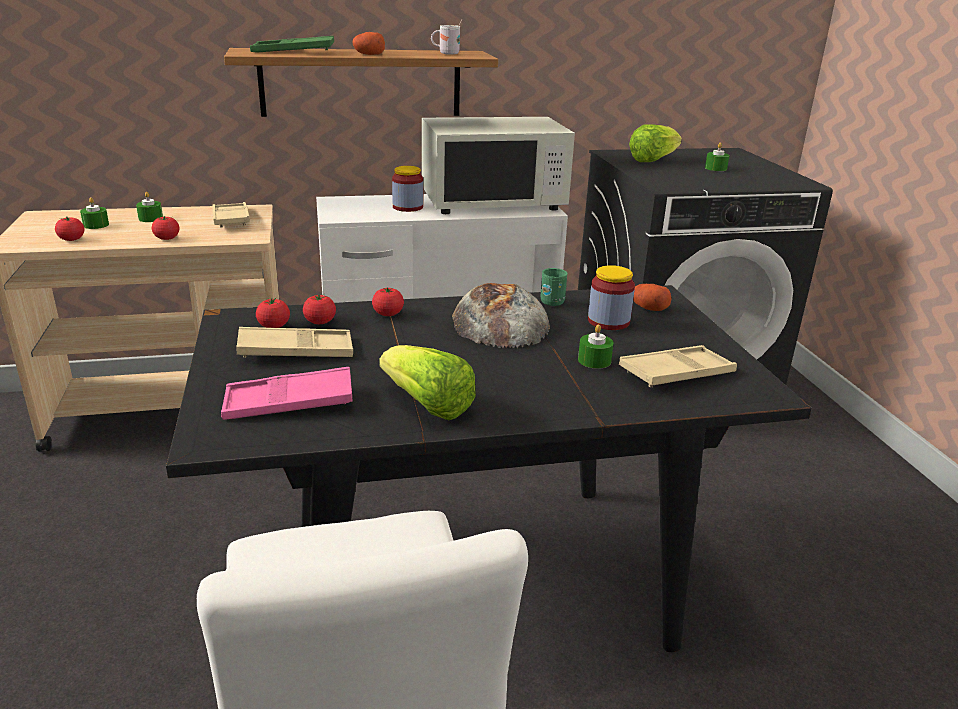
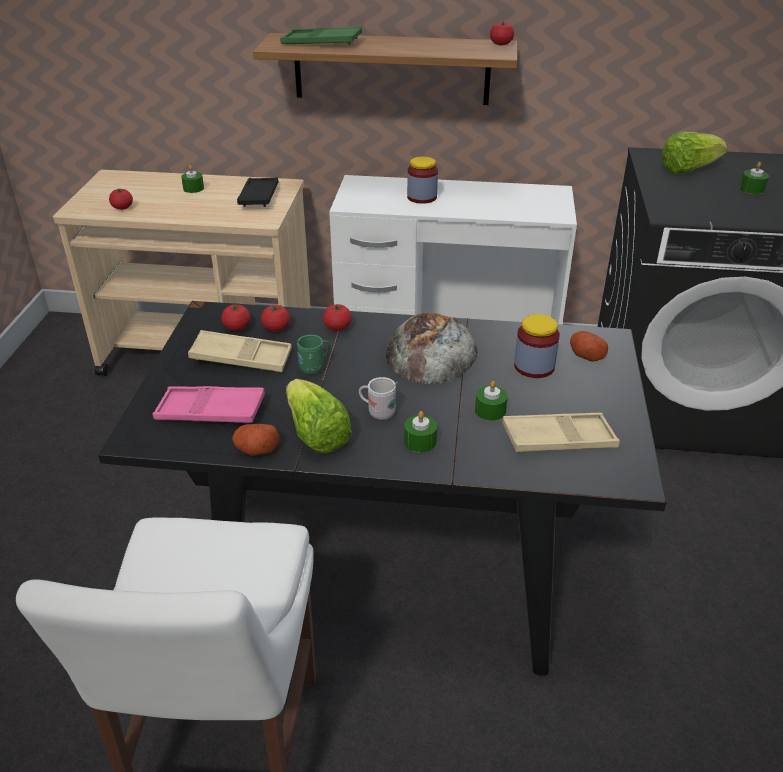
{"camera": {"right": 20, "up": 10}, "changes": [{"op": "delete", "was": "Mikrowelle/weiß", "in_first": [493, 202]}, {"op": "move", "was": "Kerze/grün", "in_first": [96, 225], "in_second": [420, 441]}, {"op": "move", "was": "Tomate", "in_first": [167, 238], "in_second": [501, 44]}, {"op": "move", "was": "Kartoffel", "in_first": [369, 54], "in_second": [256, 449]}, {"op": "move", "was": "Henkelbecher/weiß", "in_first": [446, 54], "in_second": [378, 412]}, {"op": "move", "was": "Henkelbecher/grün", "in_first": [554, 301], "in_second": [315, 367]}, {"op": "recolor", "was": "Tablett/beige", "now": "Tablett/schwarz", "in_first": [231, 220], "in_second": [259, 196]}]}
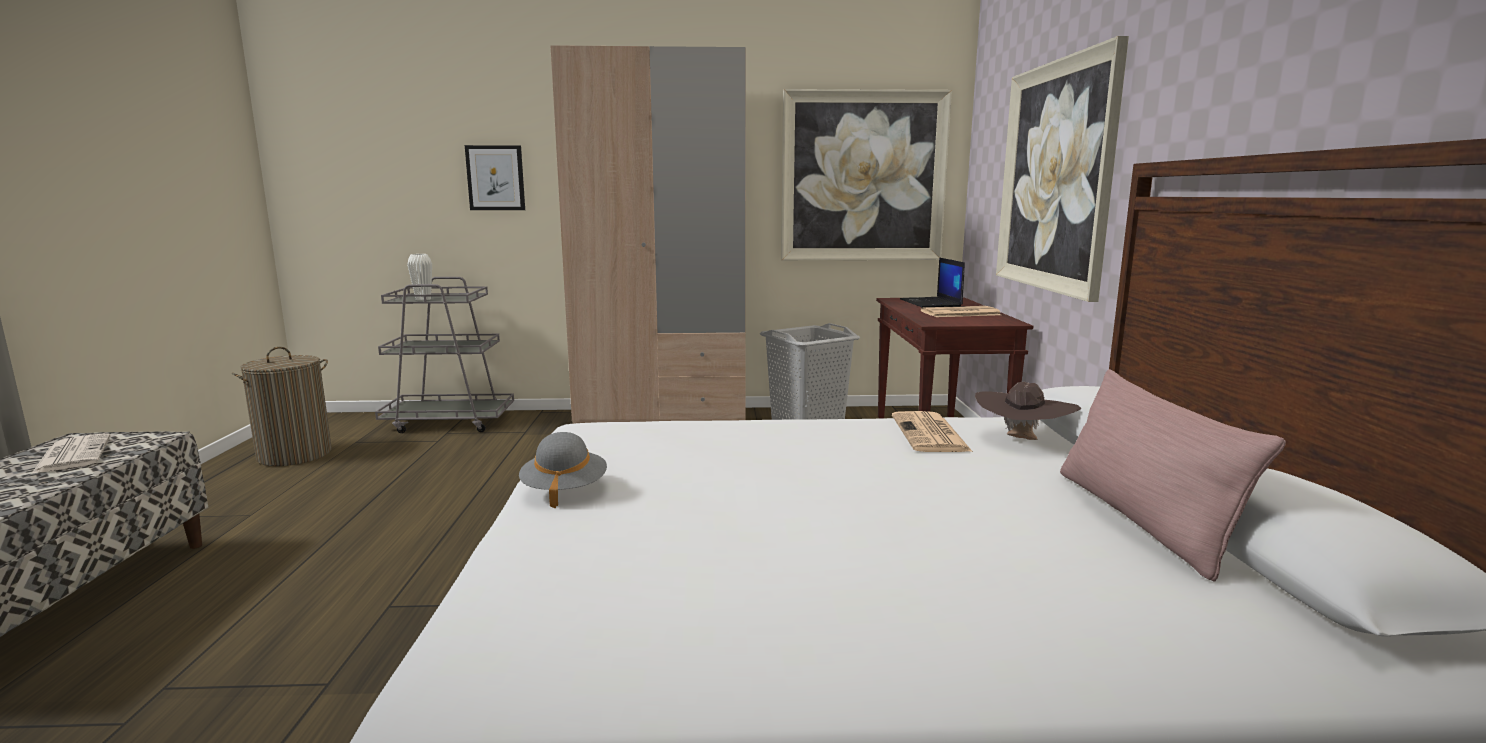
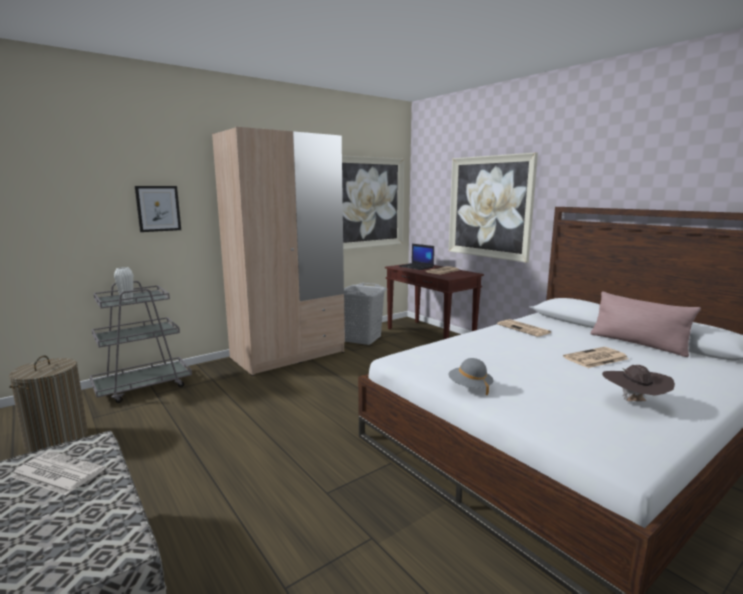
{"camera": {"right": -35, "up": 0}, "changes": [{"op": "insert", "now": "Zeitung", "in_second": [595, 358]}, {"op": "move", "was": "Hut/braun", "in_first": [1022, 441], "in_second": [633, 403]}]}
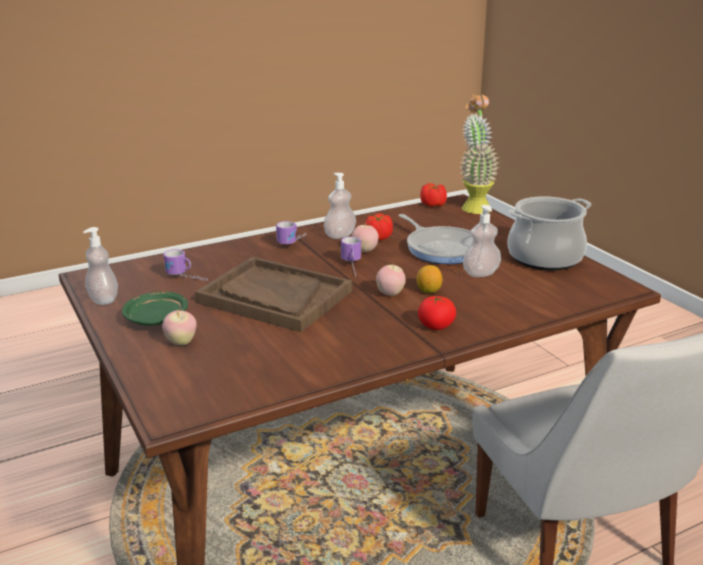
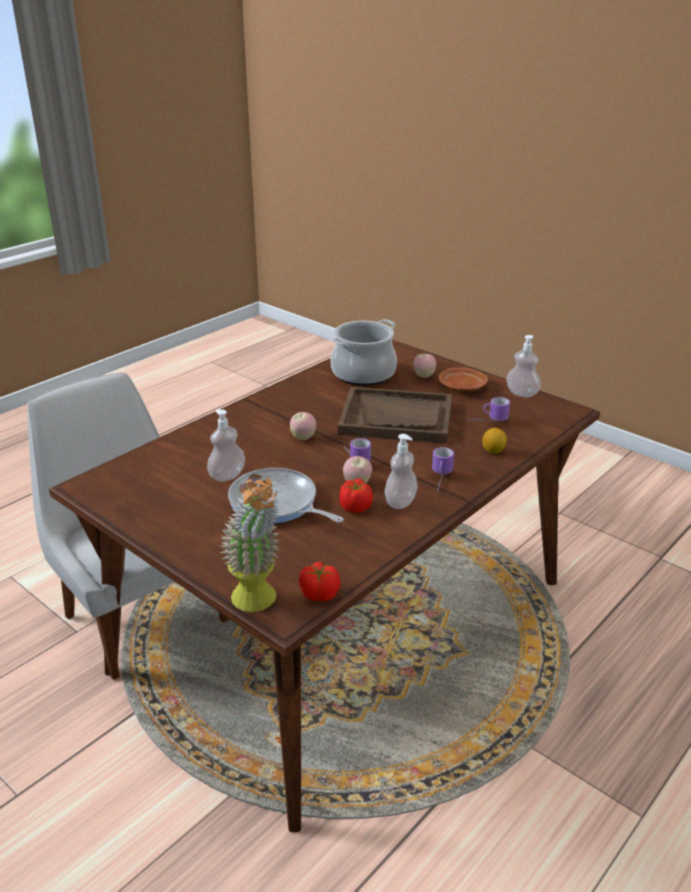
{"camera": {"right": 160, "up": 5}, "changes": [{"op": "delete", "was": "Tomate", "in_first": [436, 326]}, {"op": "move", "was": "Zitrone", "in_first": [428, 291], "in_second": [493, 451]}, {"op": "move", "was": "Kochtopf", "in_first": [544, 257], "in_second": [363, 374]}, {"op": "recolor", "was": "Teller/grün", "now": "Teller/braun", "in_first": [156, 318], "in_second": [462, 387]}]}
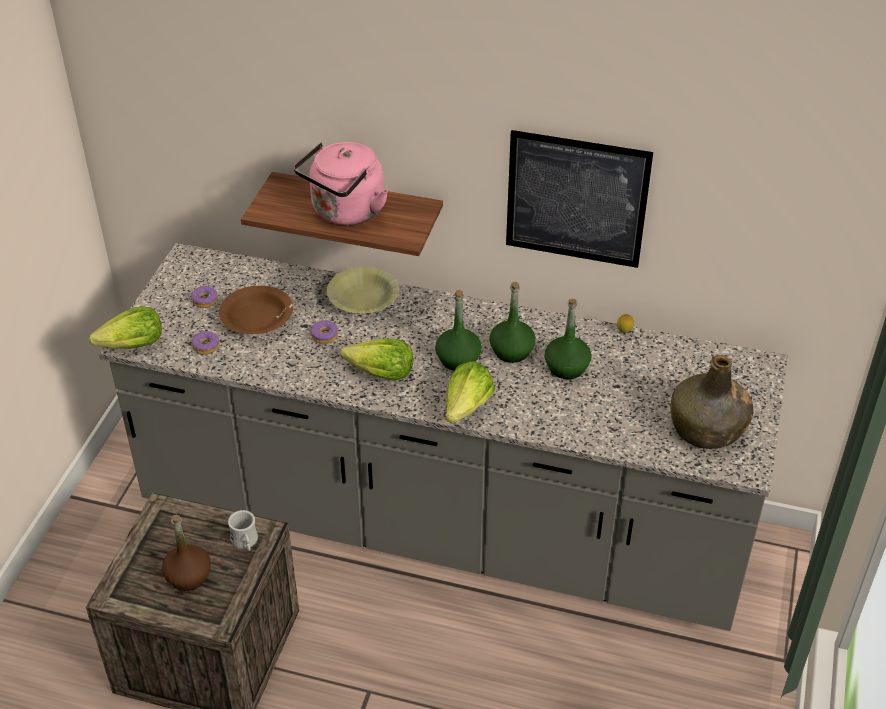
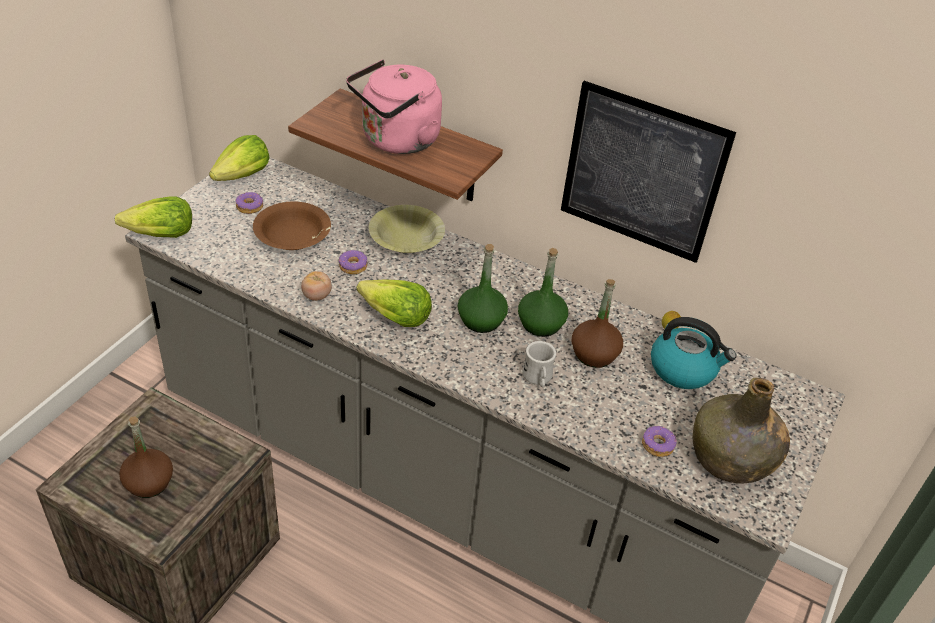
{"camera": {"right": 10, "up": 0}, "changes": [{"op": "insert", "now": "Tomate", "in_second": [316, 296]}, {"op": "insert", "now": "Wasserkessel", "in_second": [684, 369]}, {"op": "move", "was": "Donut", "in_first": [206, 346], "in_second": [657, 445]}, {"op": "move", "was": "Henkelbecher/weiß", "in_first": [245, 543], "in_second": [538, 379]}, {"op": "move", "was": "Salatkopf", "in_first": [467, 407], "in_second": [243, 176]}, {"op": "recolor", "was": "Flasche/grün", "now": "Flasche/braun", "in_first": [566, 367], "in_second": [594, 354]}]}
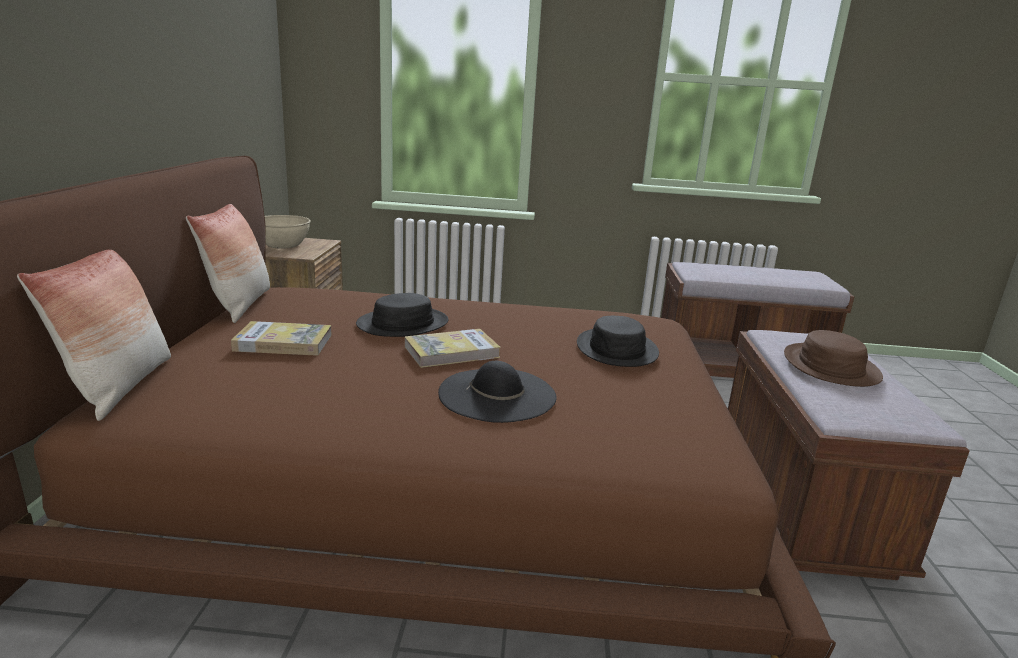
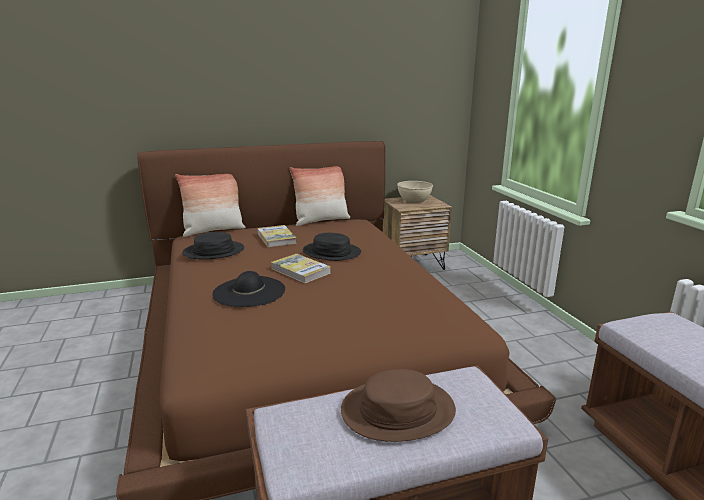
{"camera": {"right": 70, "up": 0}, "changes": [{"op": "move", "was": "Hut/schwarz", "in_first": [617, 349], "in_second": [213, 251]}]}
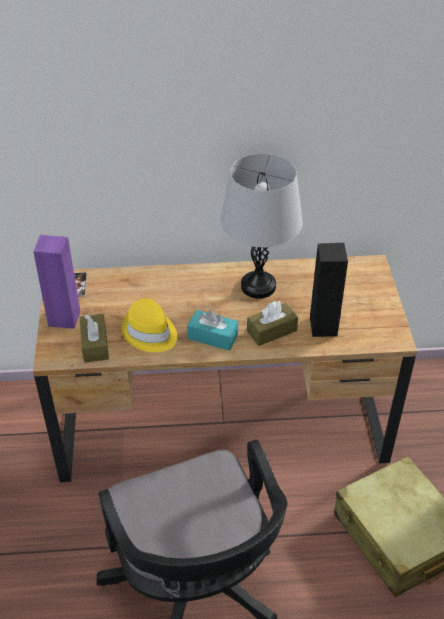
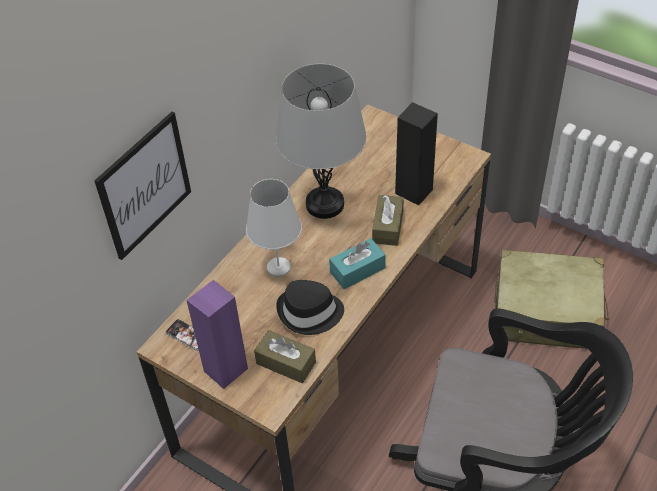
{"camera": {"right": -50, "up": 5}, "changes": [{"op": "insert", "now": "Bild", "in_second": [144, 186]}, {"op": "insert", "now": "Tischlampe/weiß", "in_second": [278, 267]}, {"op": "recolor", "was": "Hut/gelb", "now": "Hut/schwarz", "in_first": [149, 333], "in_second": [310, 313]}]}
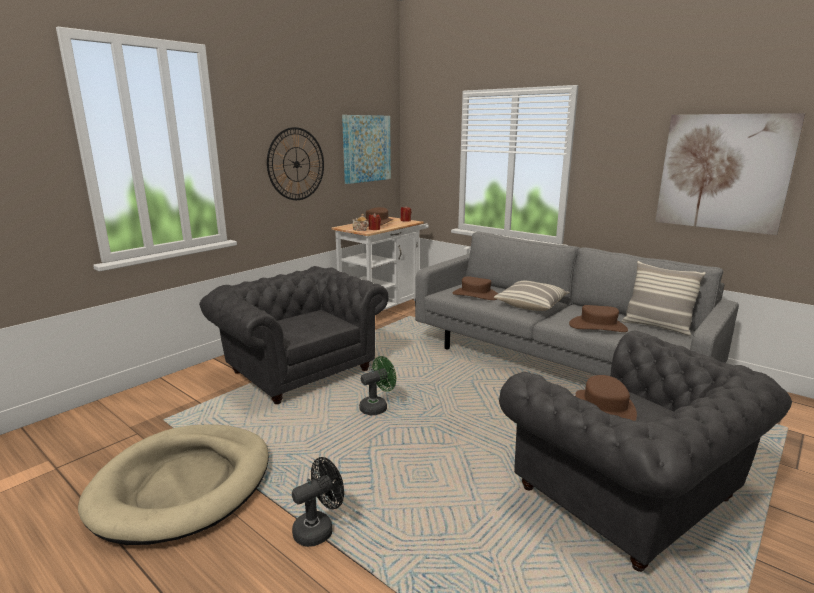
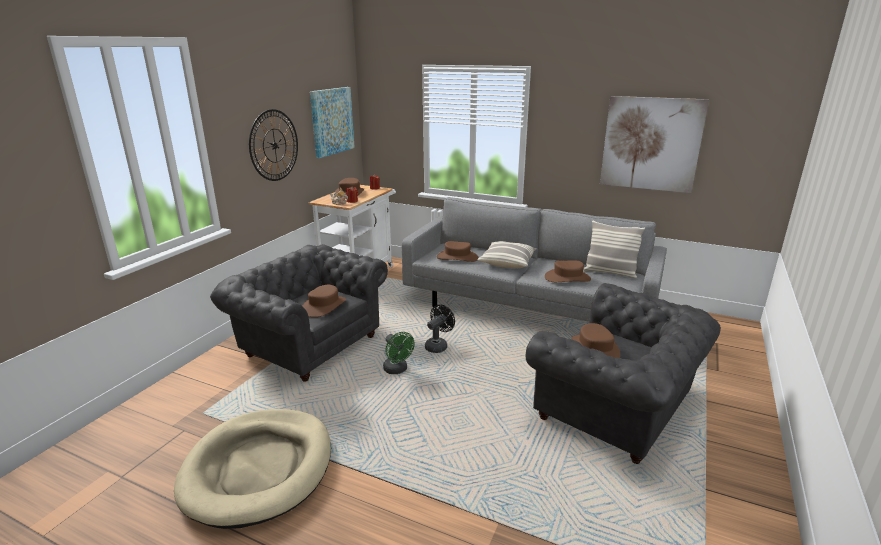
{"camera": {"right": -15, "up": 5}, "changes": [{"op": "insert", "now": "Hut/braun", "in_second": [324, 306]}, {"op": "move", "was": "Ventilator/schwarz", "in_first": [319, 529], "in_second": [438, 345]}, {"op": "rotate", "was": "Ventilator/grün", "in_first": [377, 407], "in_second": [397, 370], "clockwise": 105}]}
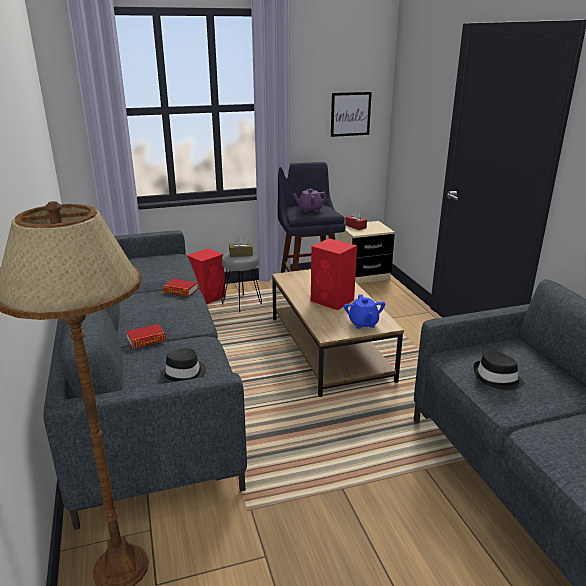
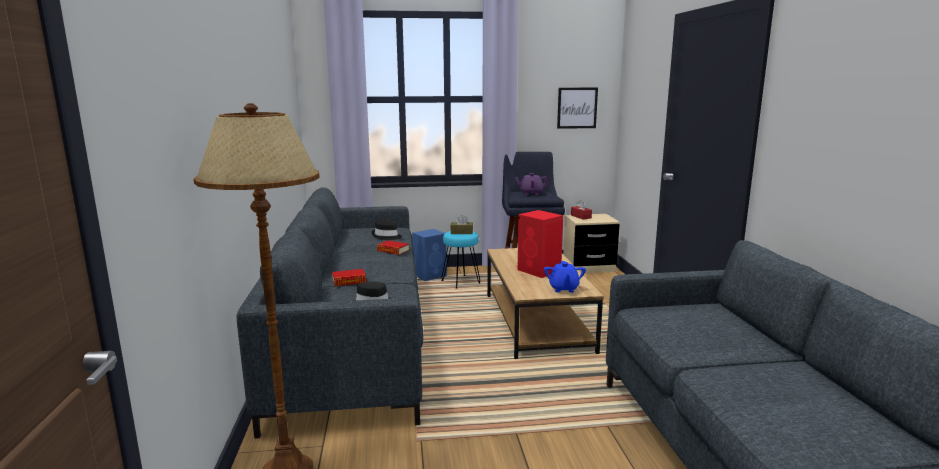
{"camera": {"right": 10, "up": -10}, "changes": [{"op": "move", "was": "Hut/schwarz", "in_first": [496, 378], "in_second": [386, 236]}, {"op": "recolor", "was": "Lautsprecher/rot", "now": "Lautsprecher/blau", "in_first": [208, 297], "in_second": [430, 276]}, {"op": "recolor", "was": "Hocker/grau", "now": "Hocker/türkis", "in_first": [242, 303], "in_second": [461, 282]}]}
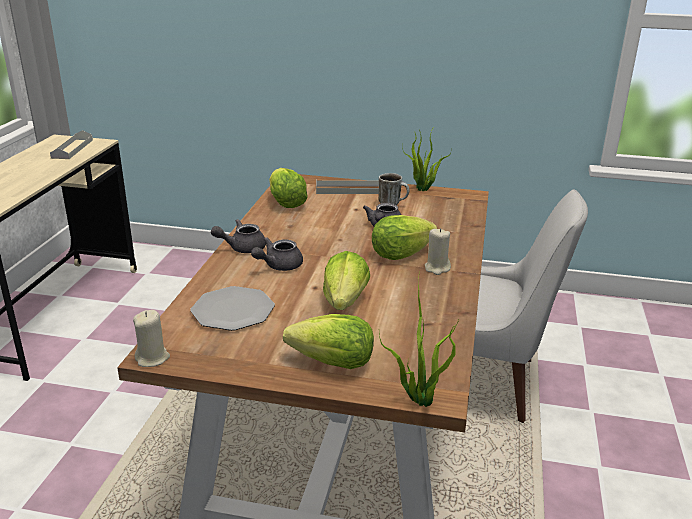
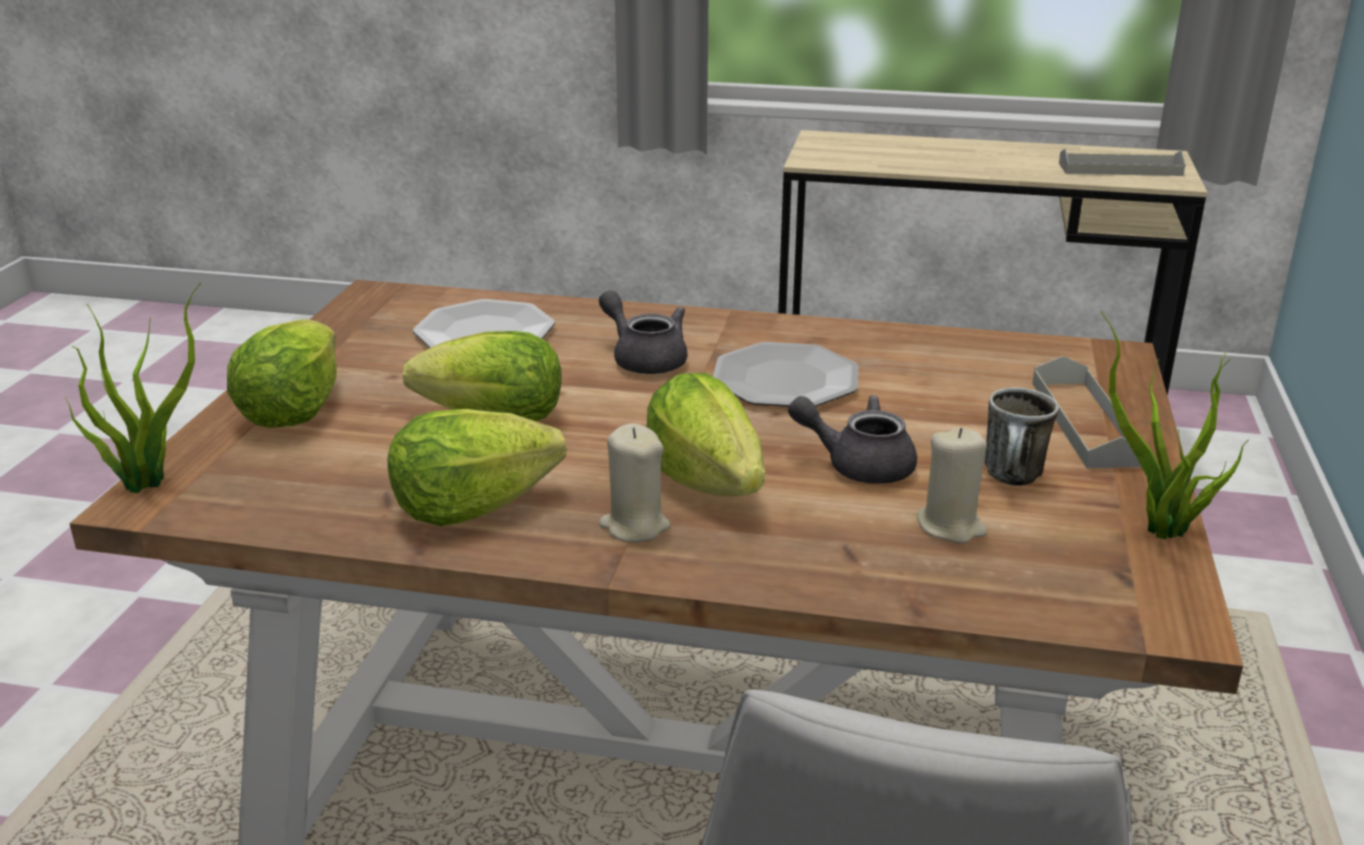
{"camera": {"right": 90, "up": 0}, "changes": [{"op": "delete", "was": "Teekanne/grau", "in_first": [242, 248]}, {"op": "insert", "now": "Teller", "in_second": [786, 380]}, {"op": "move", "was": "Kerze/beige", "in_first": [152, 358], "in_second": [951, 526]}, {"op": "move", "was": "Salatkopf", "in_first": [286, 203], "in_second": [471, 507]}]}
